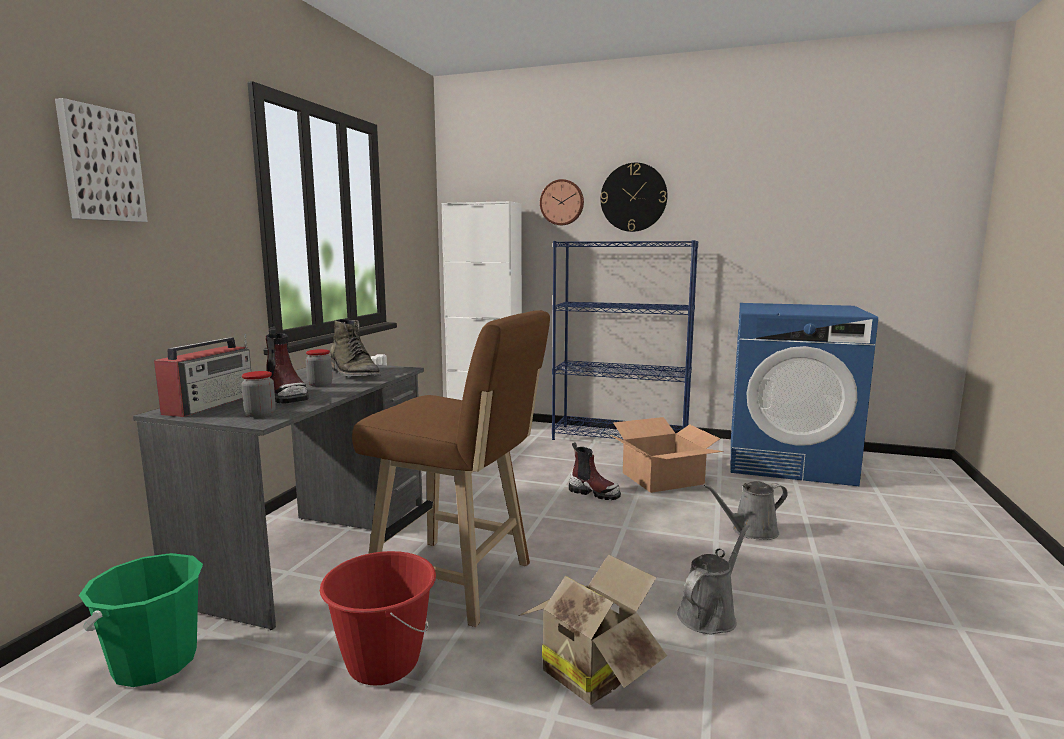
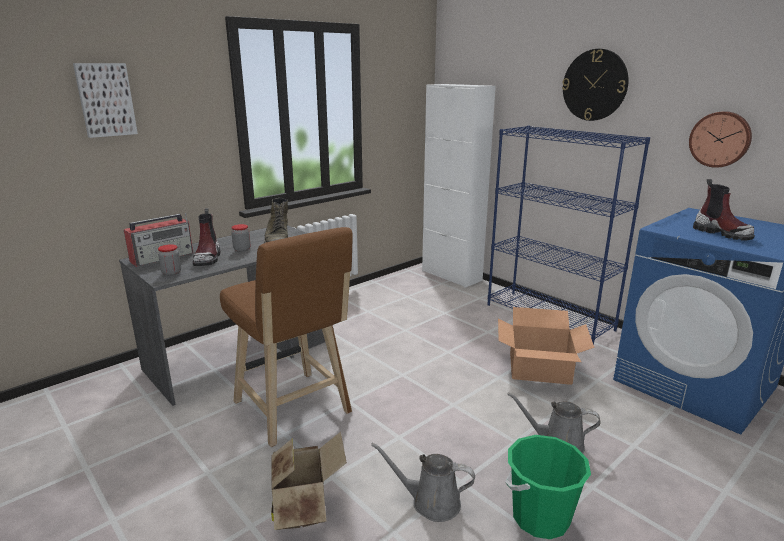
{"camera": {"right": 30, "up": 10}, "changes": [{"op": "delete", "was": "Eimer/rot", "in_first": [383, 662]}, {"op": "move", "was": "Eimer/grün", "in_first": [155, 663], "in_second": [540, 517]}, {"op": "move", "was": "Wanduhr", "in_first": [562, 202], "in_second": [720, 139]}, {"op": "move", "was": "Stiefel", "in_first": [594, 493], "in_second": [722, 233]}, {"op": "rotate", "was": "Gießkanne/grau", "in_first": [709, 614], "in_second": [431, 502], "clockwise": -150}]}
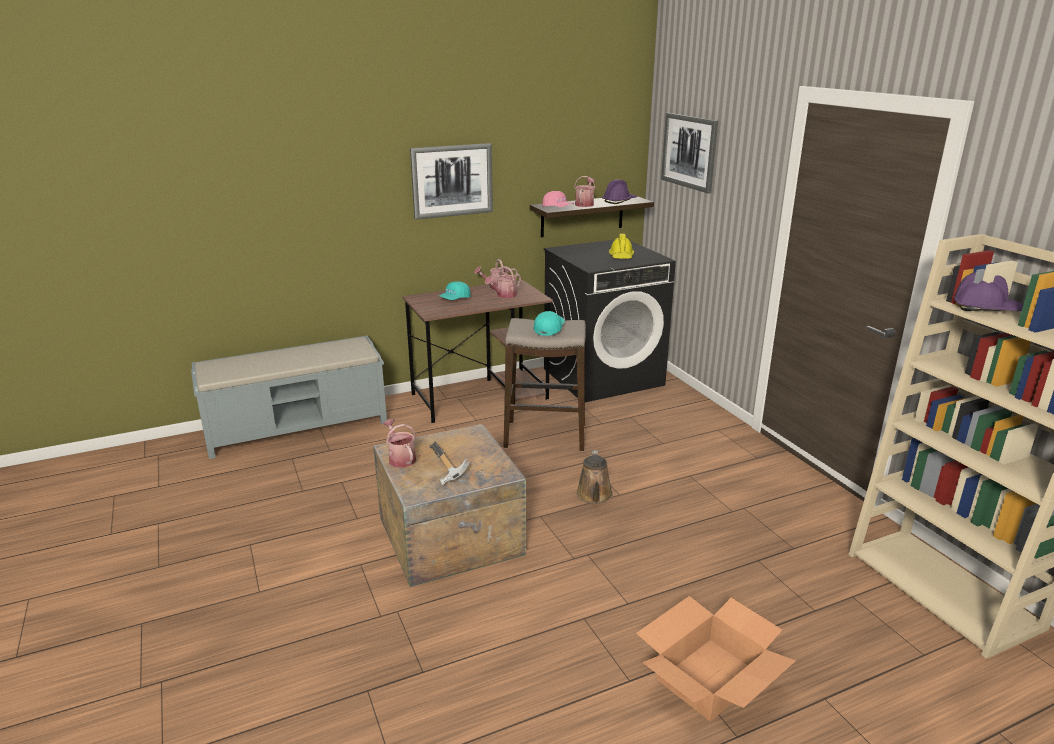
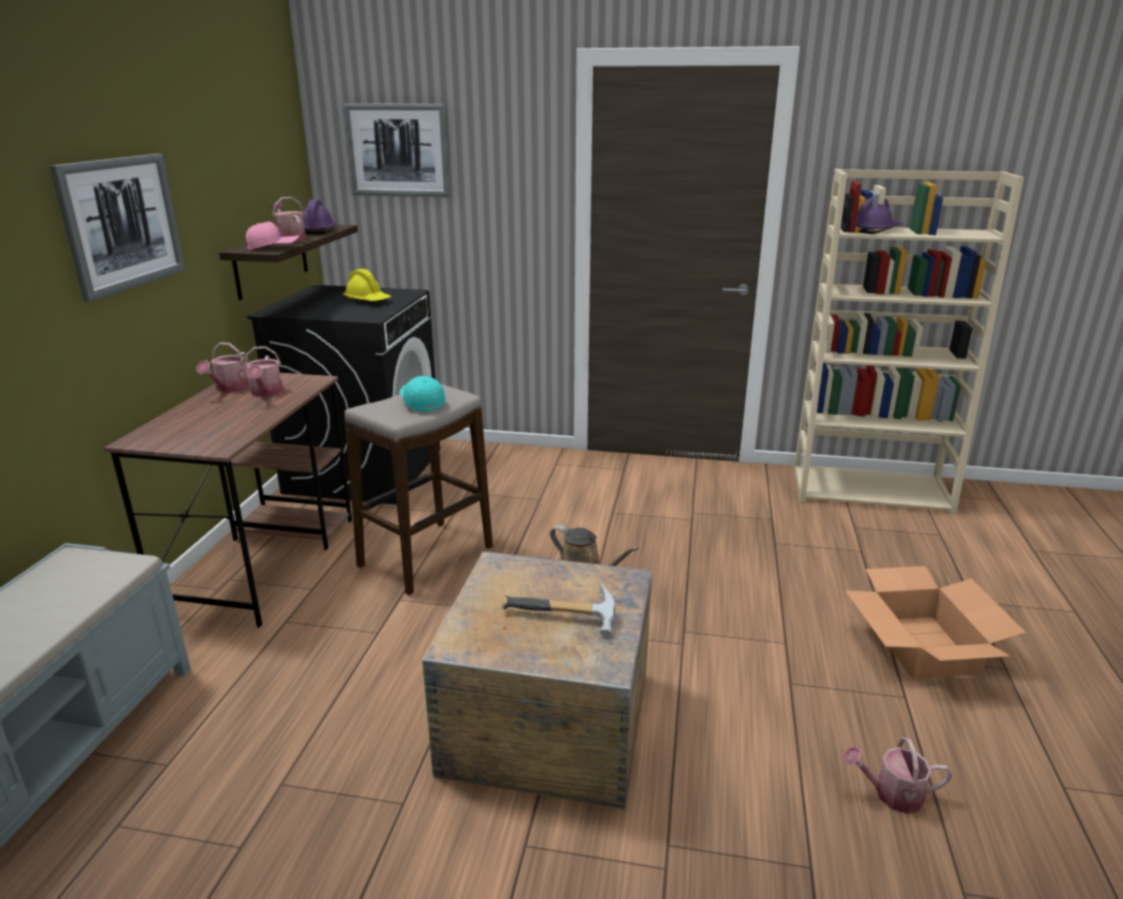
{"camera": {"right": -55, "up": 0}, "changes": [{"op": "delete", "was": "Kappe/türkis", "in_first": [454, 299]}, {"op": "move", "was": "Gießkanne", "in_first": [400, 458], "in_second": [891, 794]}]}
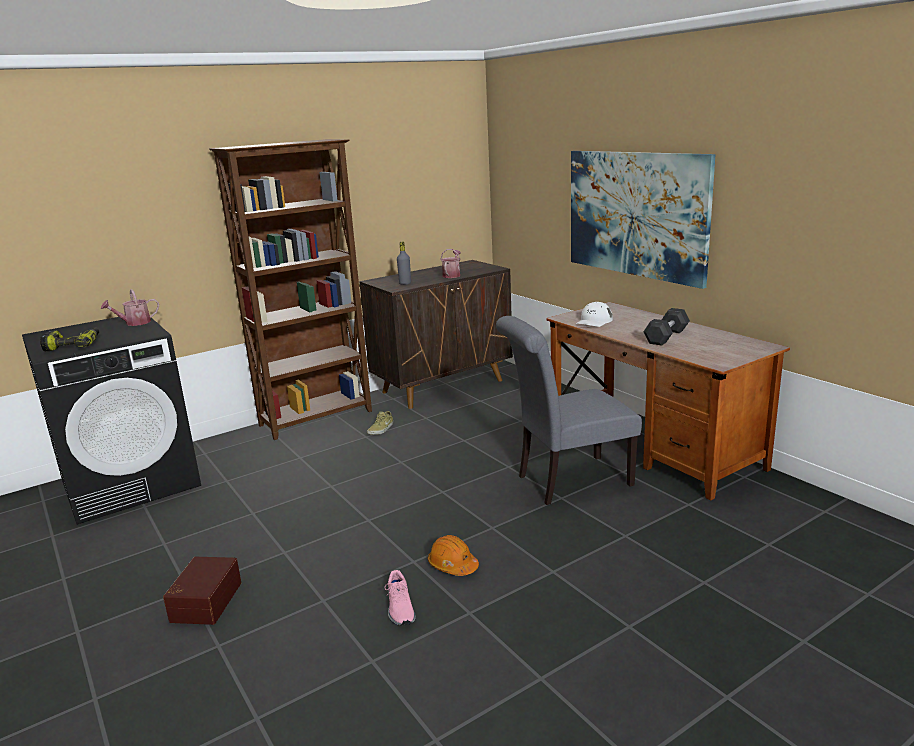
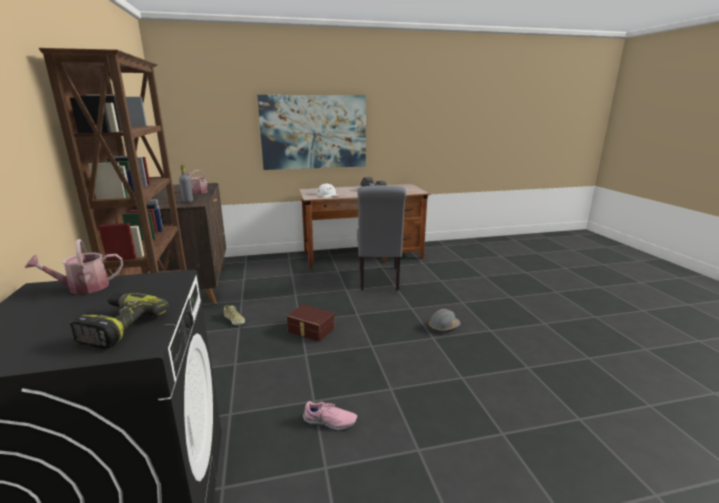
{"camera": {"right": -70, "up": 0}, "changes": [{"op": "move", "was": "Aufbewahrungsbox/braun", "in_first": [204, 601], "in_second": [310, 330]}, {"op": "move", "was": "Schuh/rosa", "in_first": [400, 608], "in_second": [330, 422]}, {"op": "recolor", "was": "Schutzhelm/orange", "now": "Schutzhelm/grau", "in_first": [452, 565], "in_second": [443, 326]}, {"op": "rotate", "was": "Gießkanne", "in_first": [134, 323], "in_second": [83, 288], "clockwise": 75}]}
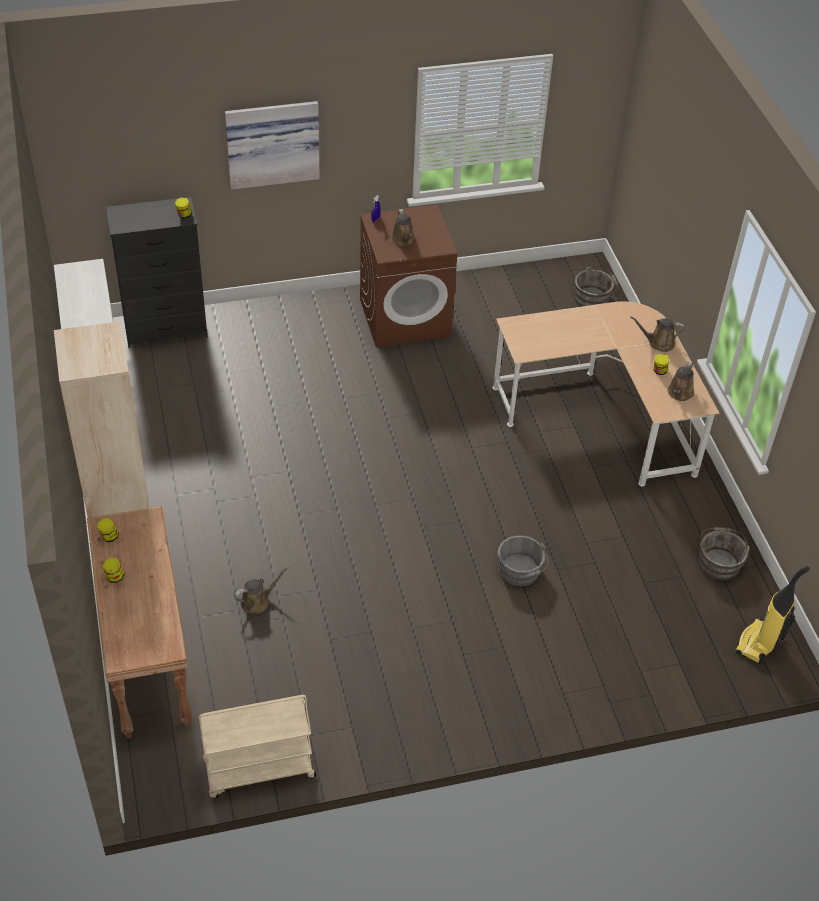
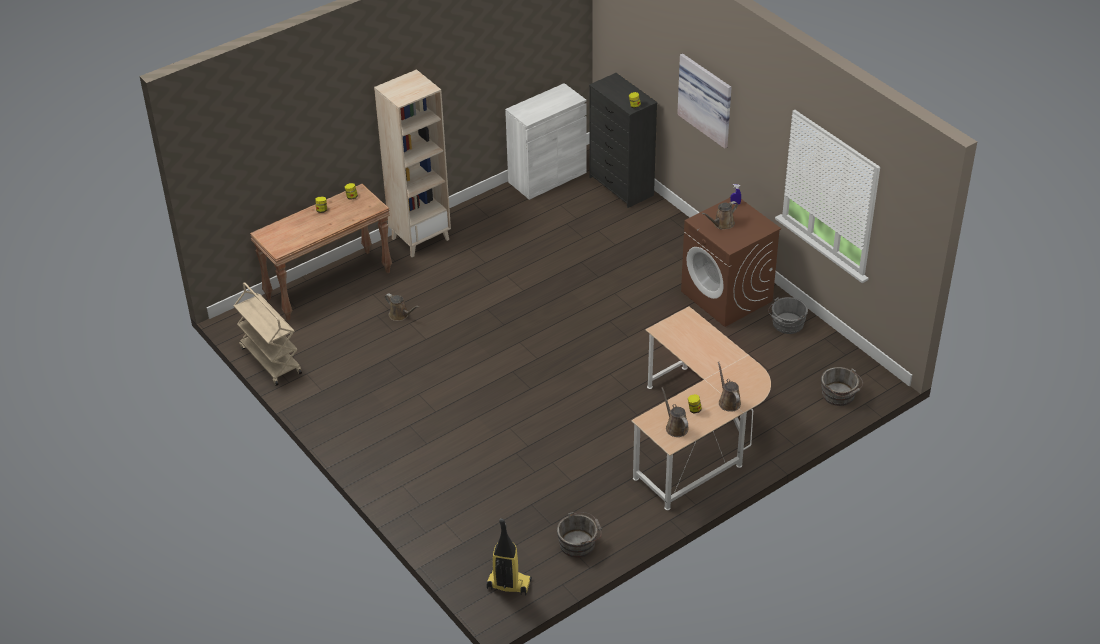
{"camera": {"right": 70, "up": -5}, "changes": [{"op": "move", "was": "Eimer/grau", "in_first": [520, 572], "in_second": [786, 324]}, {"op": "rotate", "was": "Gießkanne/braun", "in_first": [679, 393], "in_second": [675, 427], "clockwise": 60}]}
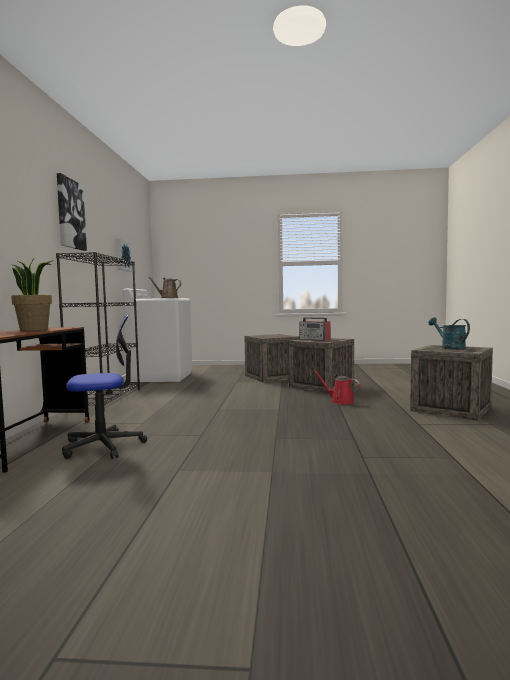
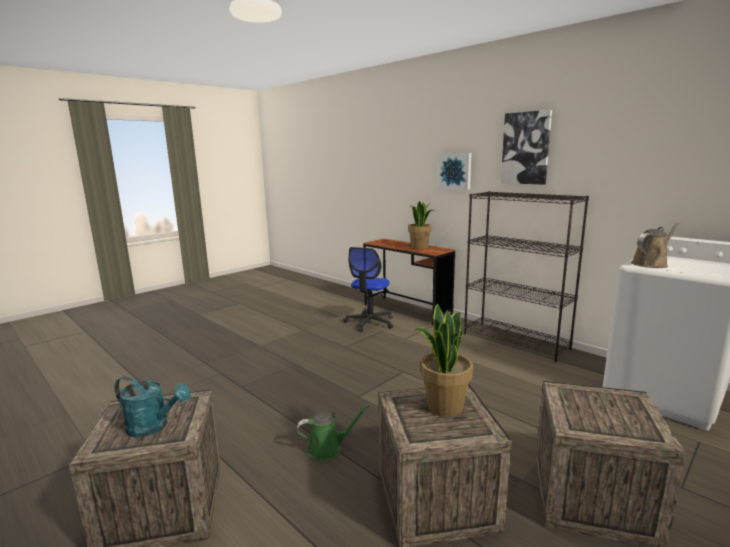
{"camera": {"right": 130, "up": 10}, "changes": [{"op": "move", "was": "Bild", "in_first": [122, 255], "in_second": [455, 171]}, {"op": "replace", "was": "Radio", "now": "Topfpflanze", "in_first": [315, 339], "in_second": [444, 406]}, {"op": "recolor", "was": "Gießkanne/rot", "now": "Gießkanne/grün", "in_first": [340, 401], "in_second": [328, 448]}]}
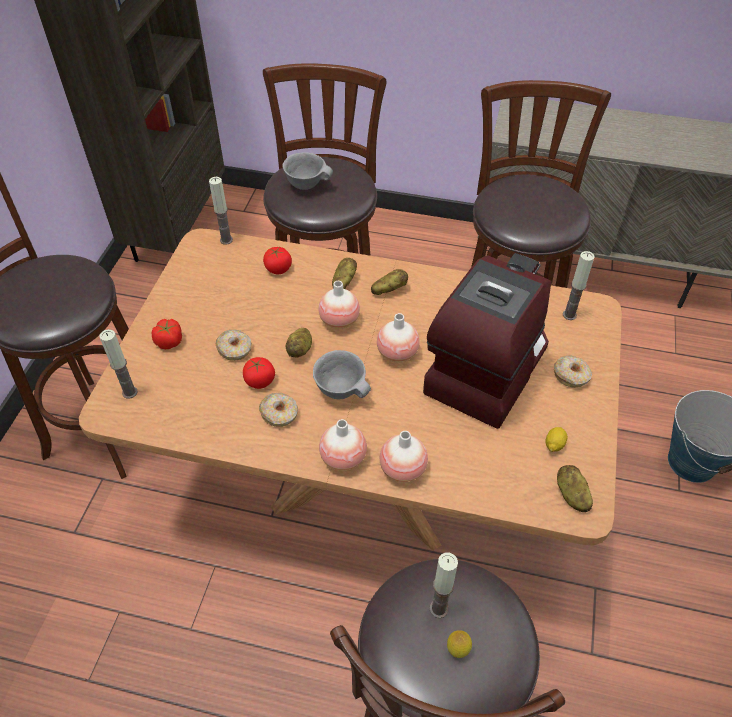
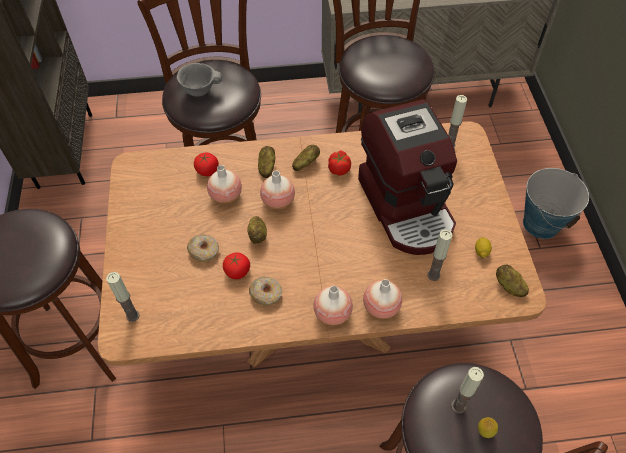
{"camera": {"right": -20, "up": 5}, "changes": [{"op": "delete", "was": "Schüssel/grau", "in_first": [341, 389]}, {"op": "delete", "was": "Donut", "in_first": [571, 375]}, {"op": "move", "was": "Tomate", "in_first": [169, 341], "in_second": [339, 169]}, {"op": "move", "was": "Kerze", "in_first": [226, 240], "in_second": [433, 275]}, {"op": "move", "was": "Vase", "in_first": [397, 353], "in_second": [226, 195]}, {"op": "rotate", "was": "Kaffeemaschine", "in_first": [486, 368], "in_second": [407, 206], "clockwise": 150}]}
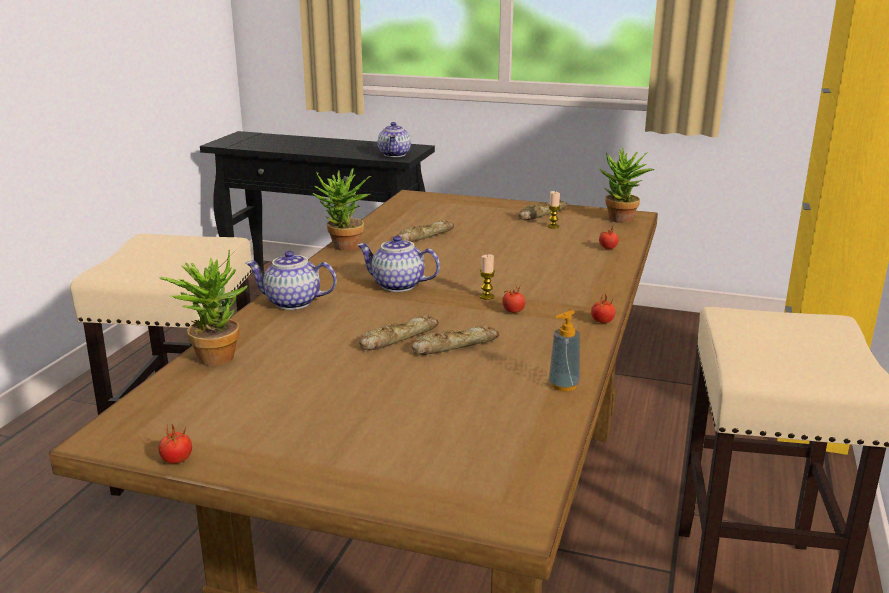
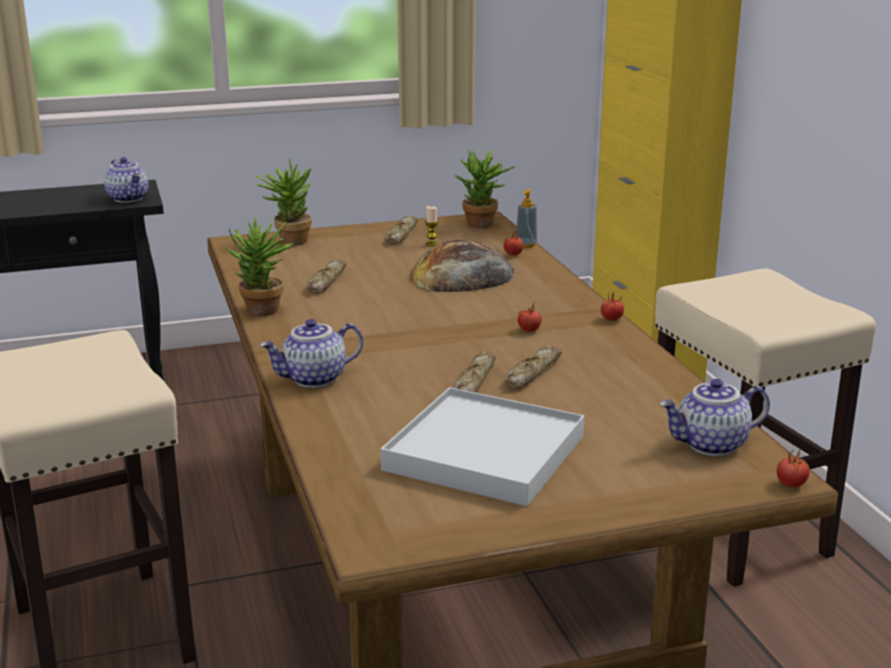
{"camera": {"right": -35, "up": 0}, "changes": [{"op": "delete", "was": "Kerze", "in_first": [486, 296]}, {"op": "insert", "now": "Tablett/weiß", "in_second": [484, 453]}, {"op": "insert", "now": "Brot", "in_second": [462, 275]}, {"op": "move", "was": "Tomate", "in_first": [177, 460], "in_second": [791, 485]}, {"op": "move", "was": "Topfpflanze", "in_first": [213, 355], "in_second": [288, 241]}, {"op": "move", "was": "Teekanne", "in_first": [397, 286], "in_second": [711, 445]}, {"op": "move", "was": "Seifenspender", "in_first": [563, 385], "in_second": [526, 245]}]}
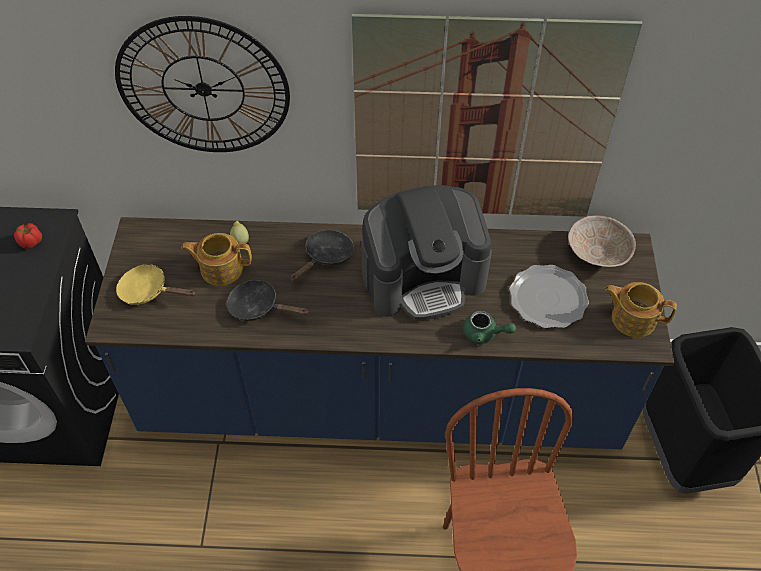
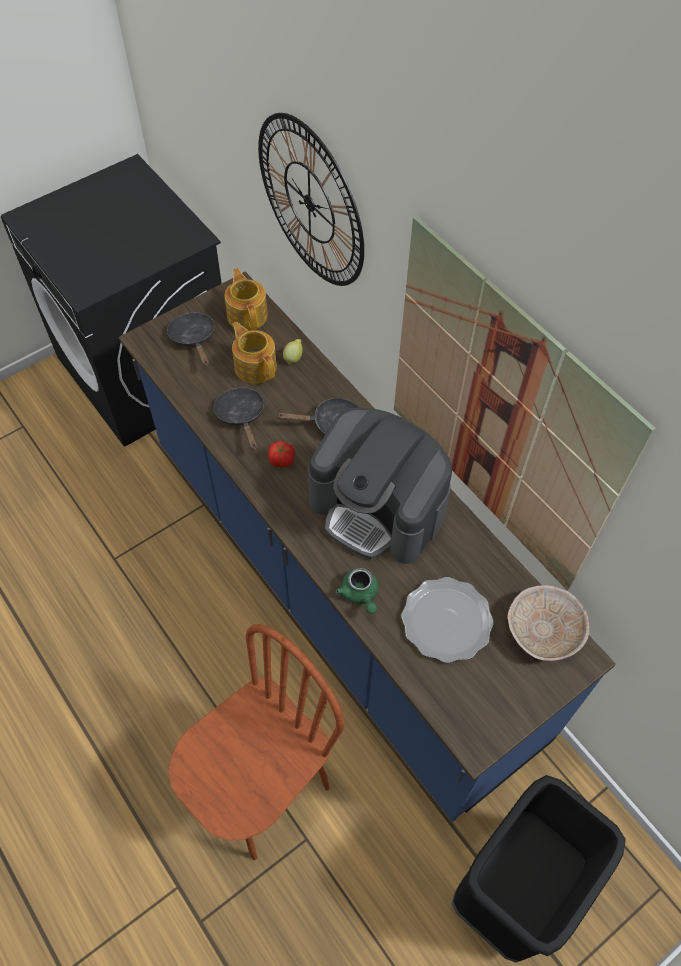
{"camera": {"right": 50, "up": 5}, "changes": [{"op": "move", "was": "Tomate", "in_first": [31, 242], "in_second": [282, 460]}, {"op": "move", "was": "Teekanne", "in_first": [632, 318], "in_second": [247, 314]}, {"op": "recolor", "was": "Pfanne/gelb", "now": "Pfanne/schwarz", "in_first": [148, 291], "in_second": [194, 338]}]}
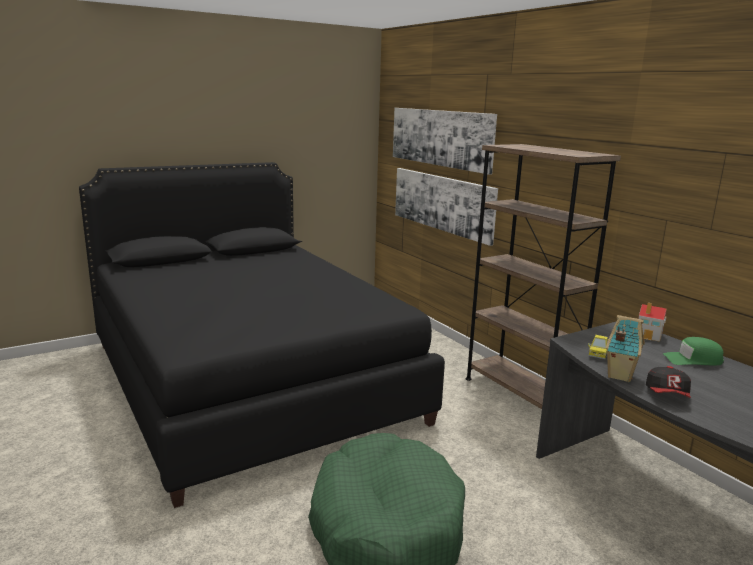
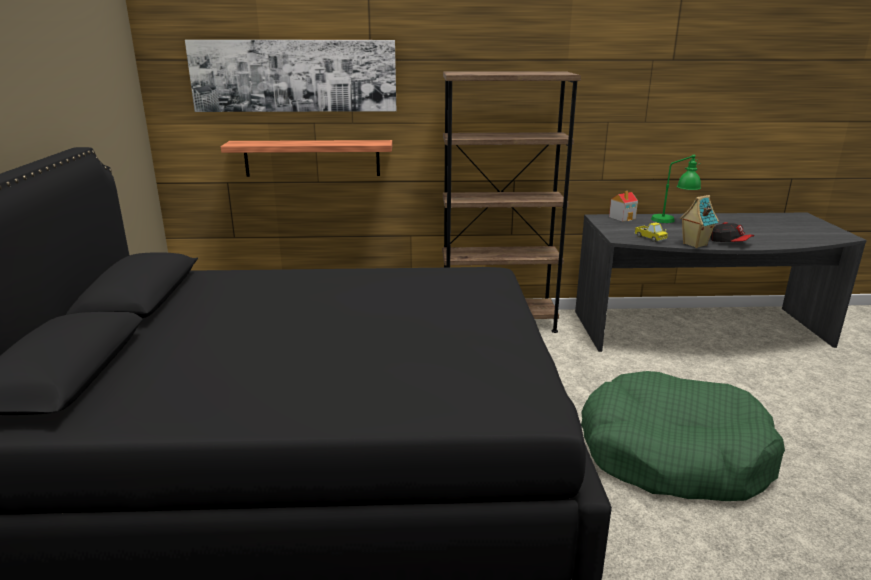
{"camera": {"right": -60, "up": 5}, "changes": [{"op": "replace", "was": "Bild", "now": "Wandregal", "in_first": [442, 203], "in_second": [312, 158]}, {"op": "replace", "was": "Kappe/grün", "now": "Tischlampe/grün", "in_first": [693, 360], "in_second": [673, 221]}]}
